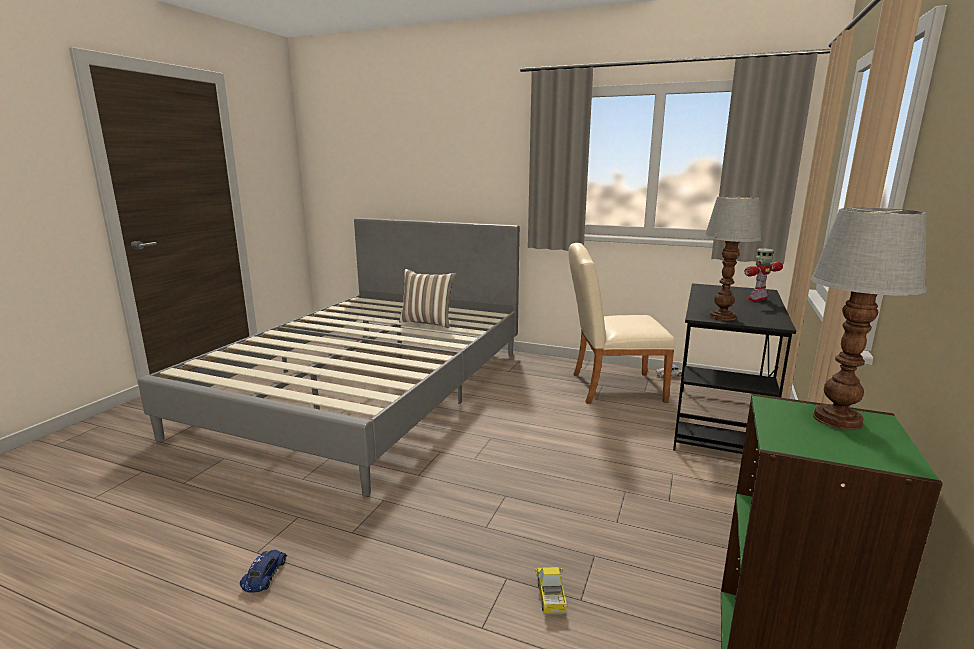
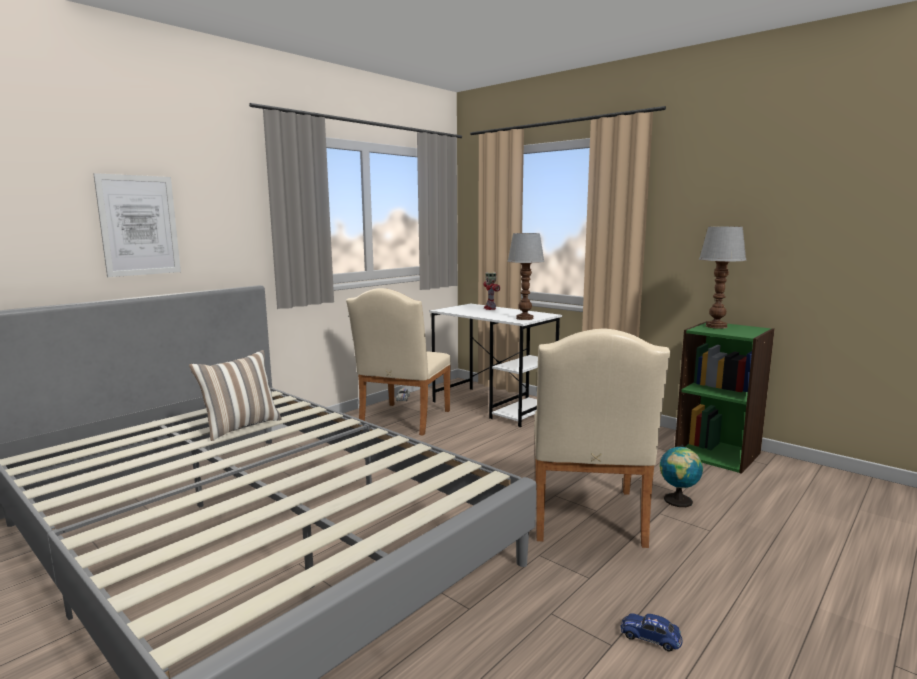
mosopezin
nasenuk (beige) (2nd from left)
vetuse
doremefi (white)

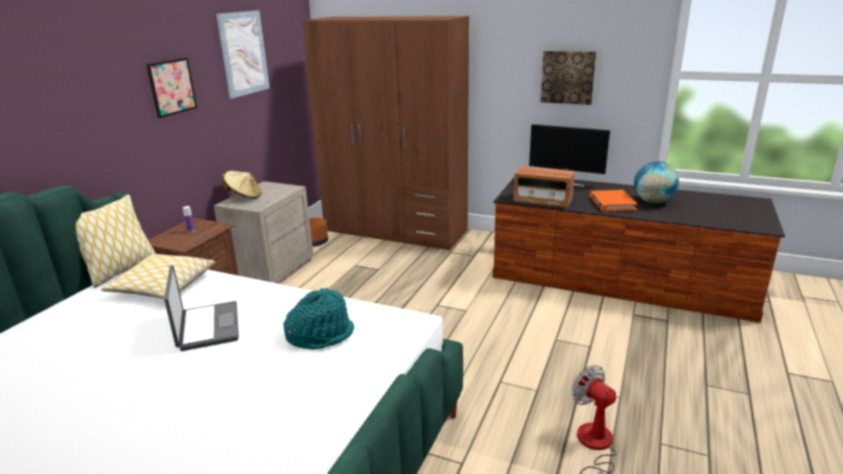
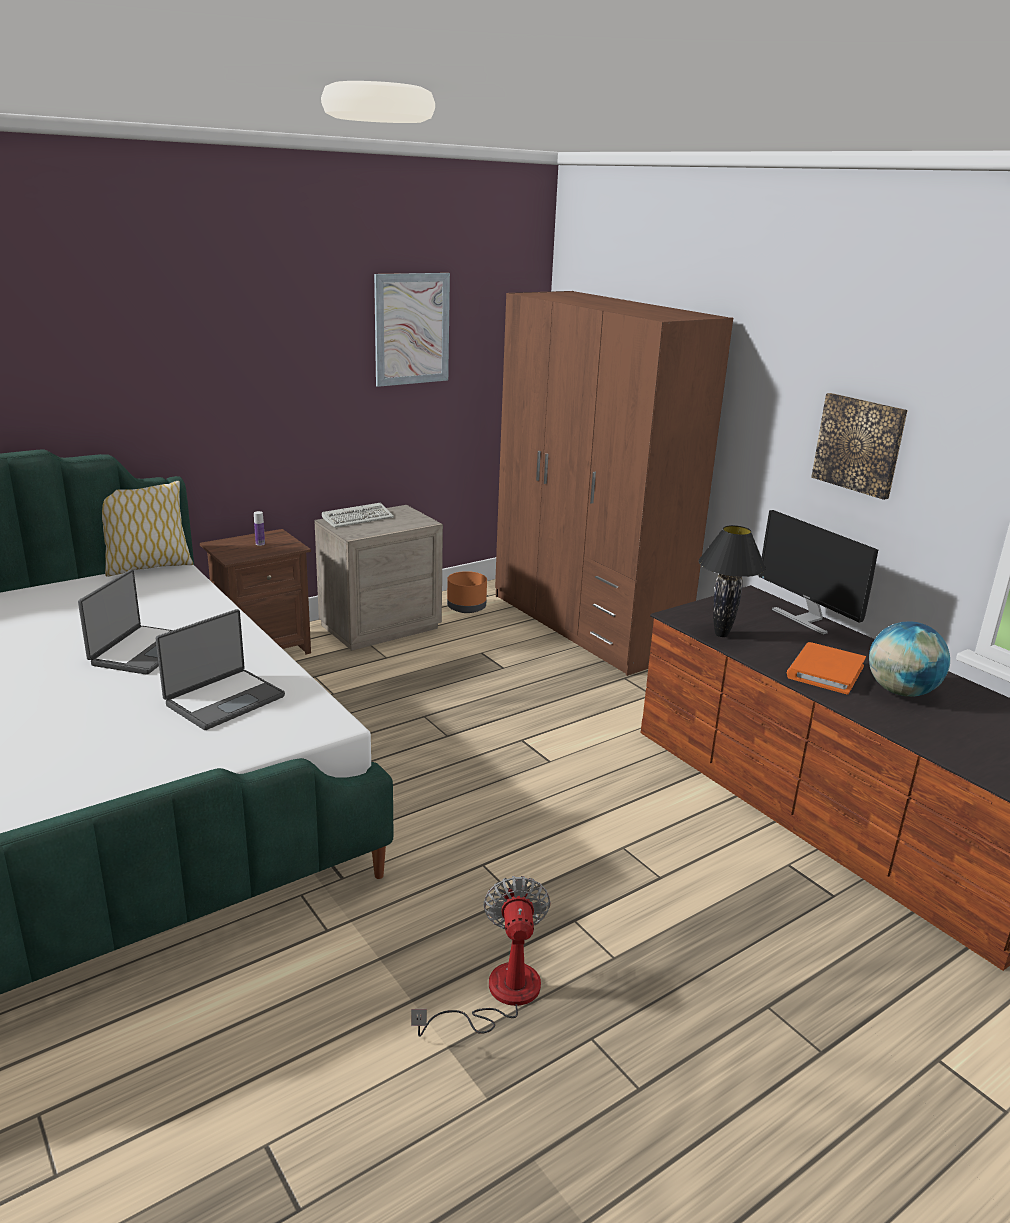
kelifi (2nd from left in the first image)
mosopezin (1st from left in the first image)
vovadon
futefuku (2nd from left)
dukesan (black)

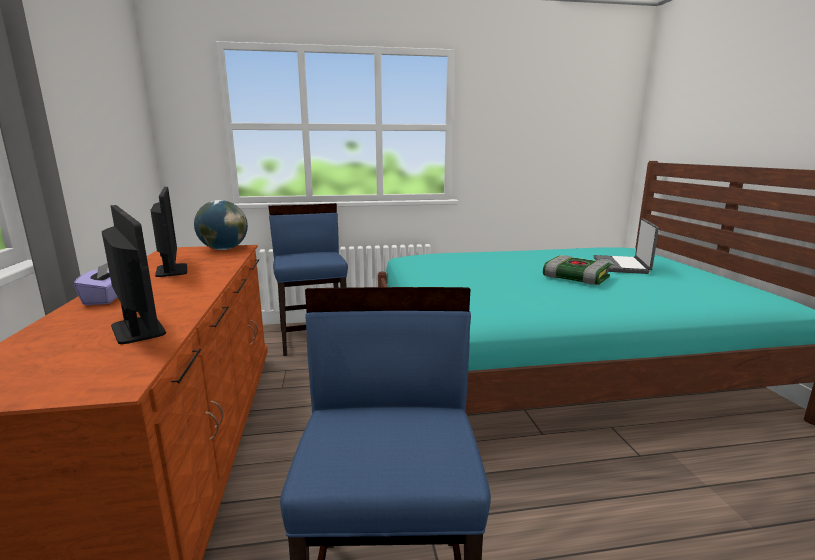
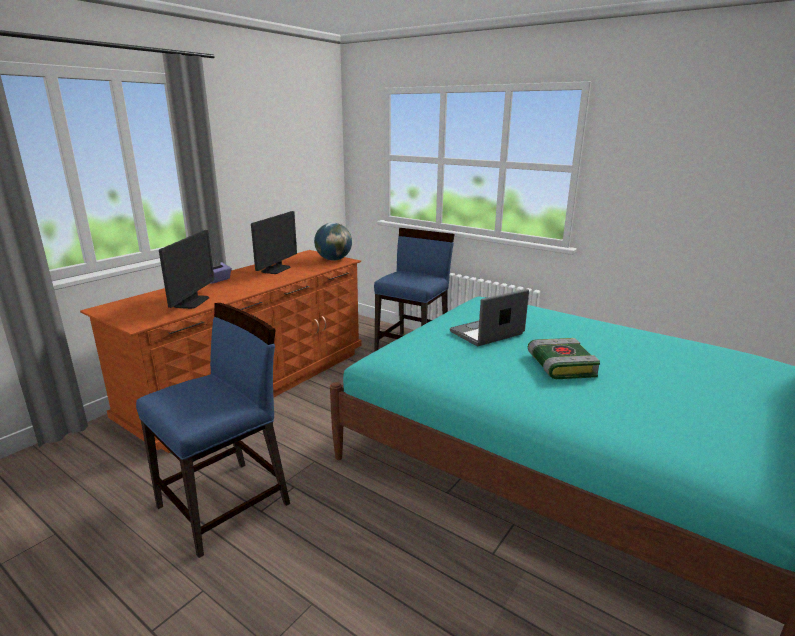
futefuku

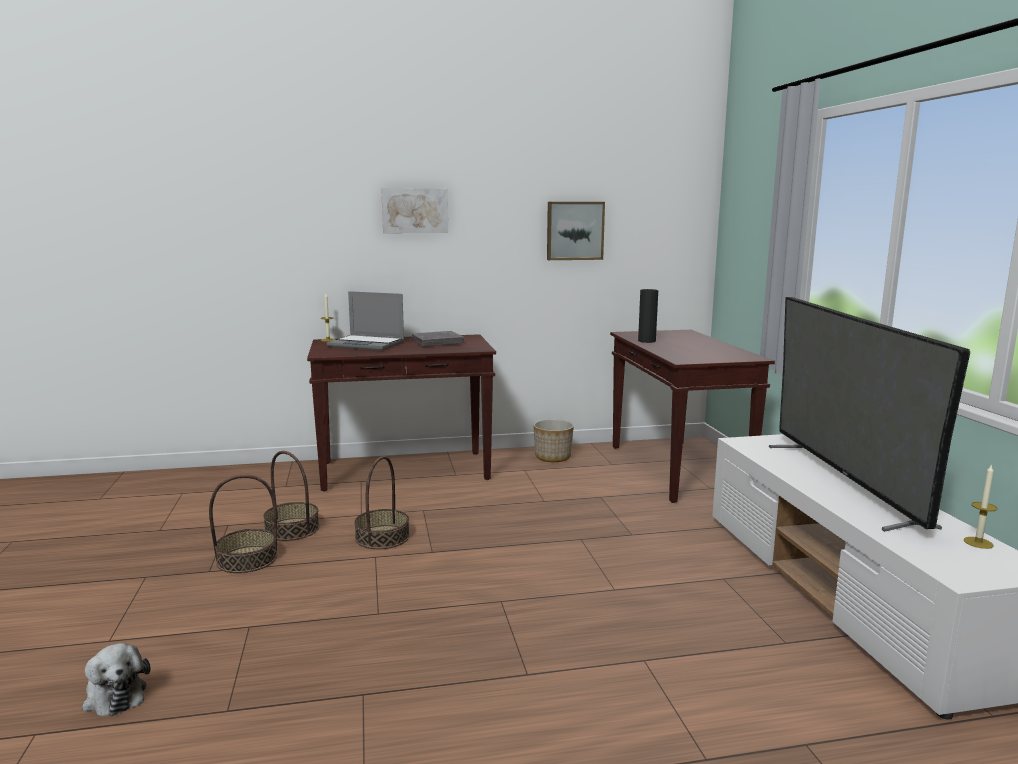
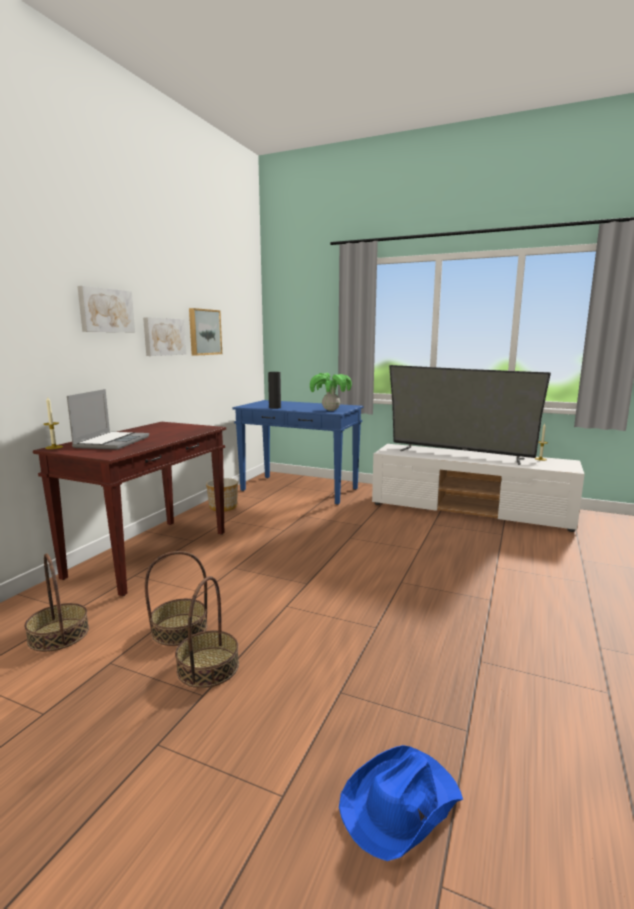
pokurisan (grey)
mosopezin (2nd from left)
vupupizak
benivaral (1st from left)
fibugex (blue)
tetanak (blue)
futefuku

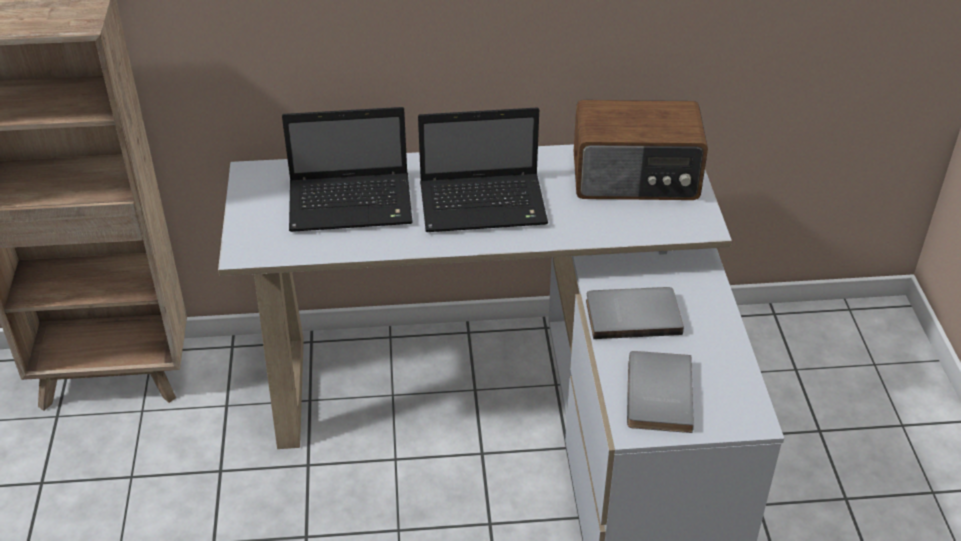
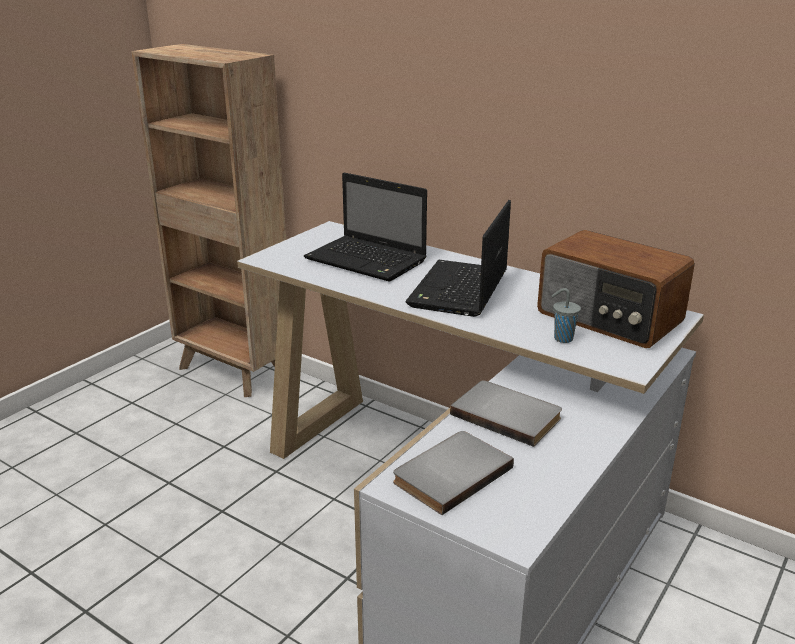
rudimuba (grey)
futefuku (2nd from left)

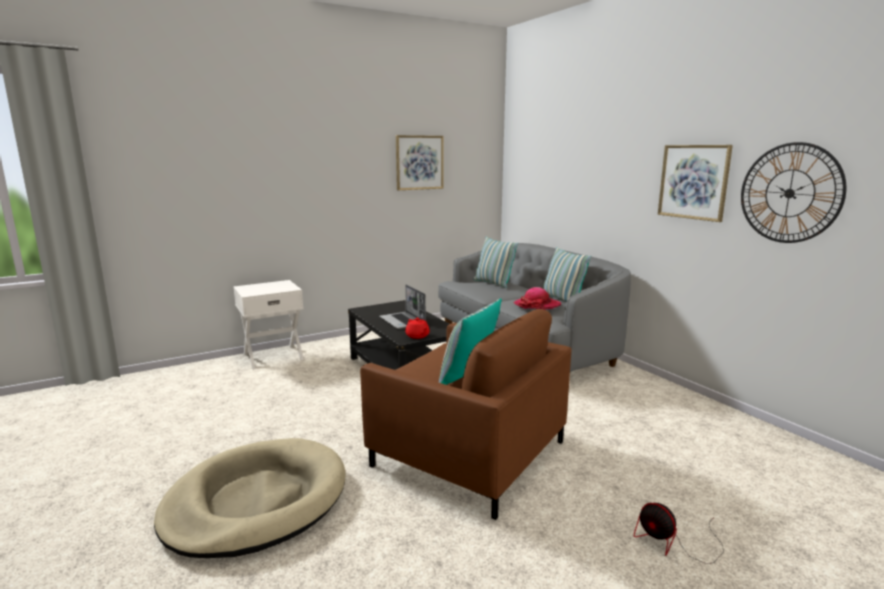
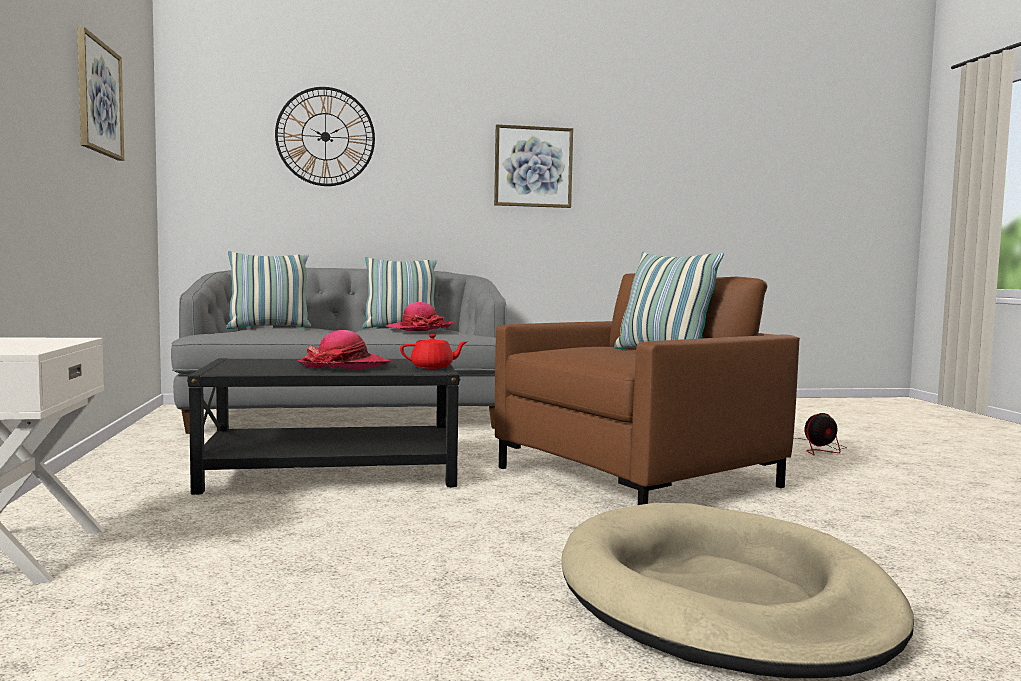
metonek
fibugex (1st from left)

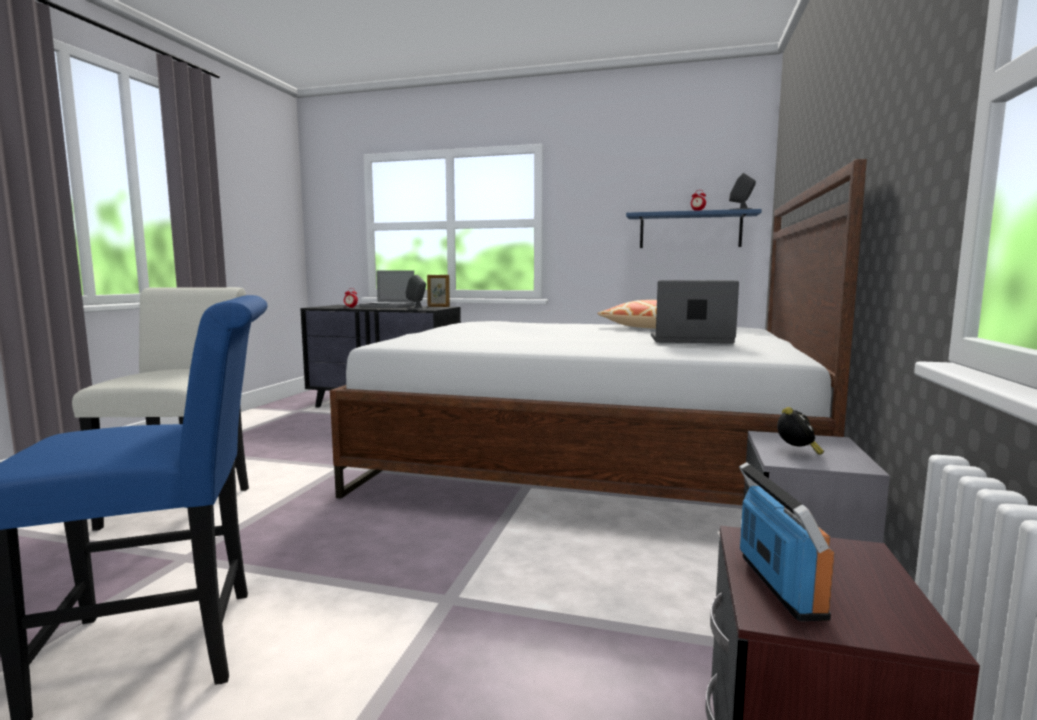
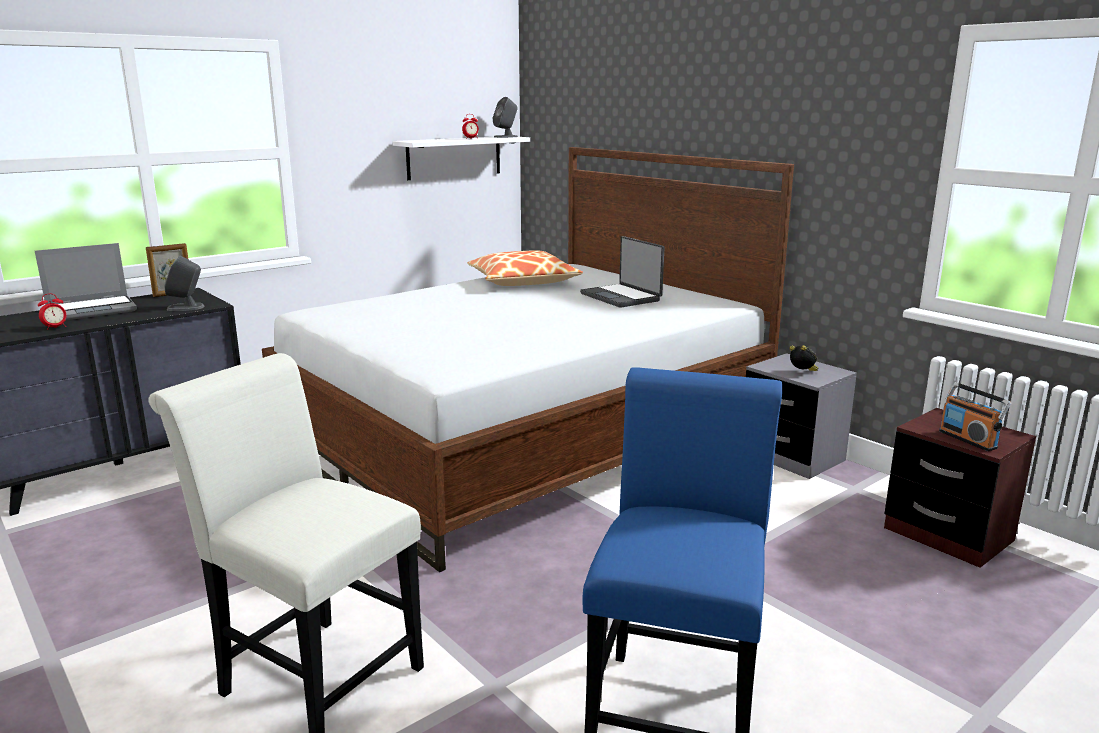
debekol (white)
futefuku (2nd from left)
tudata

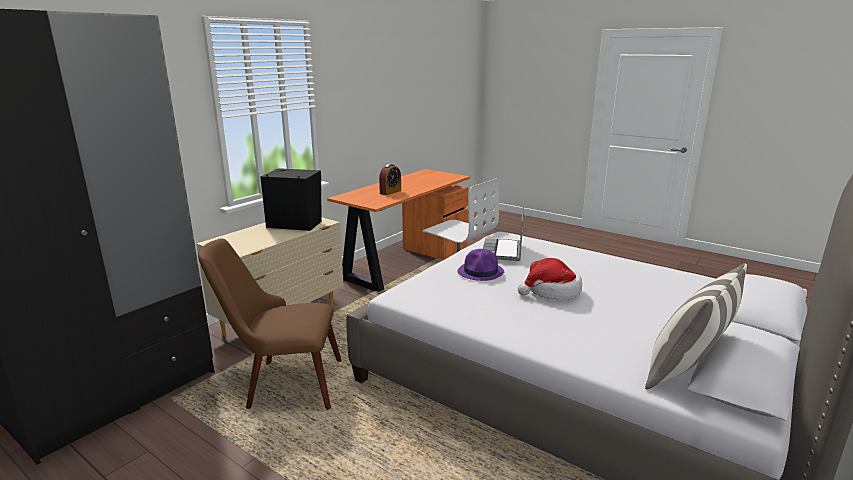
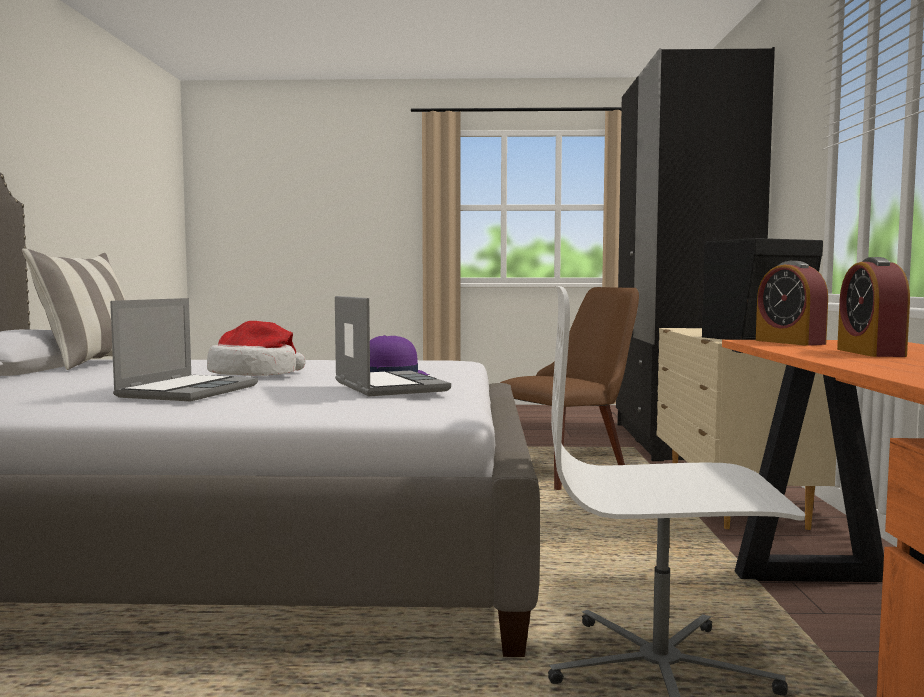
futefuku (1st from left)
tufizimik (1st from left)

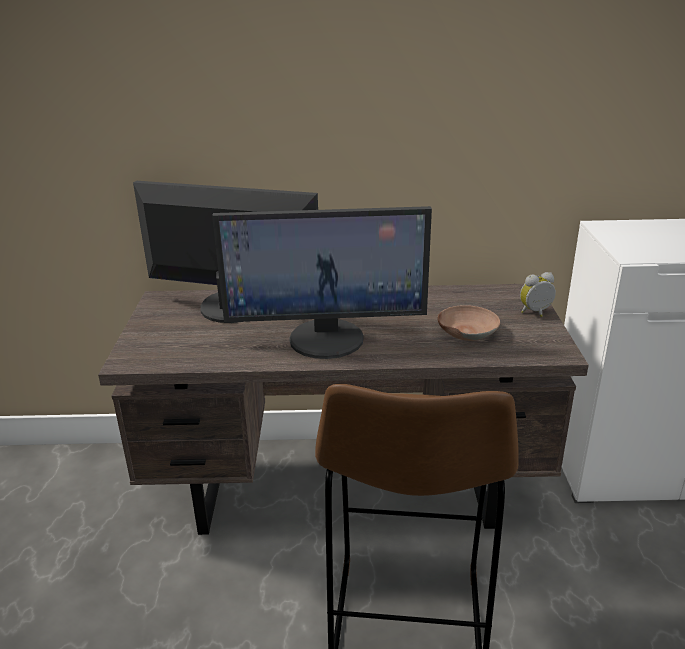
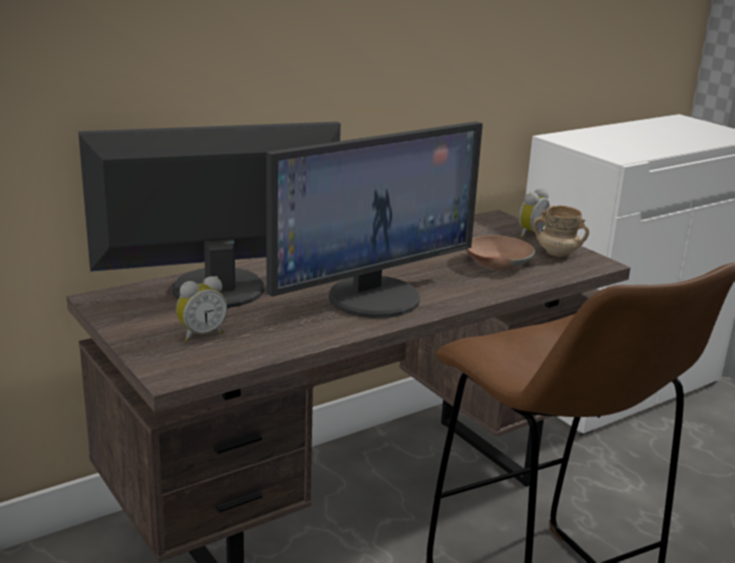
tufizimik (1st from left)
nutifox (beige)

